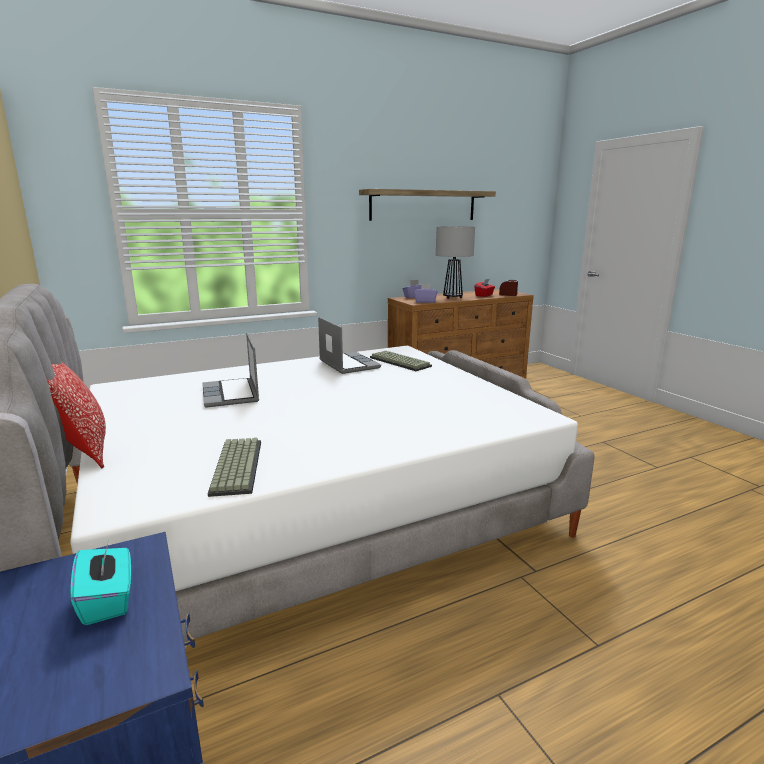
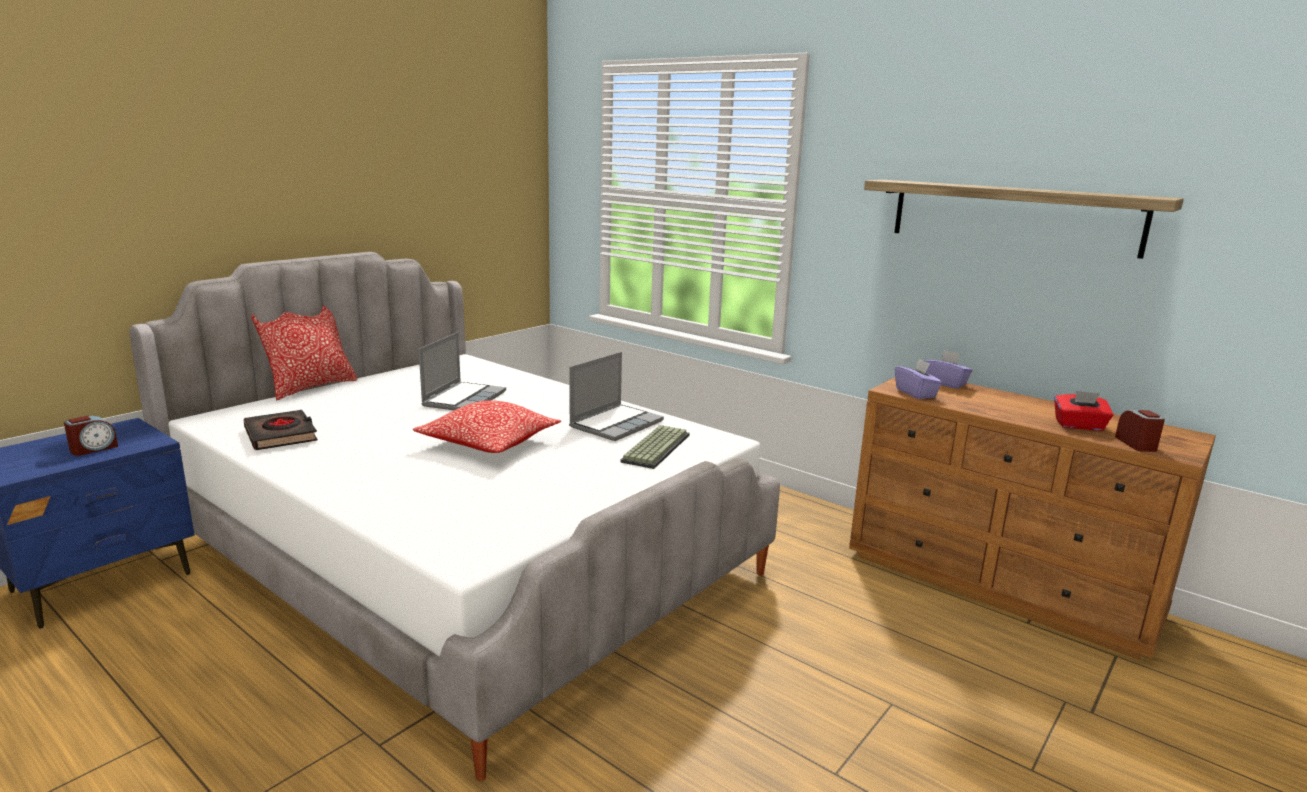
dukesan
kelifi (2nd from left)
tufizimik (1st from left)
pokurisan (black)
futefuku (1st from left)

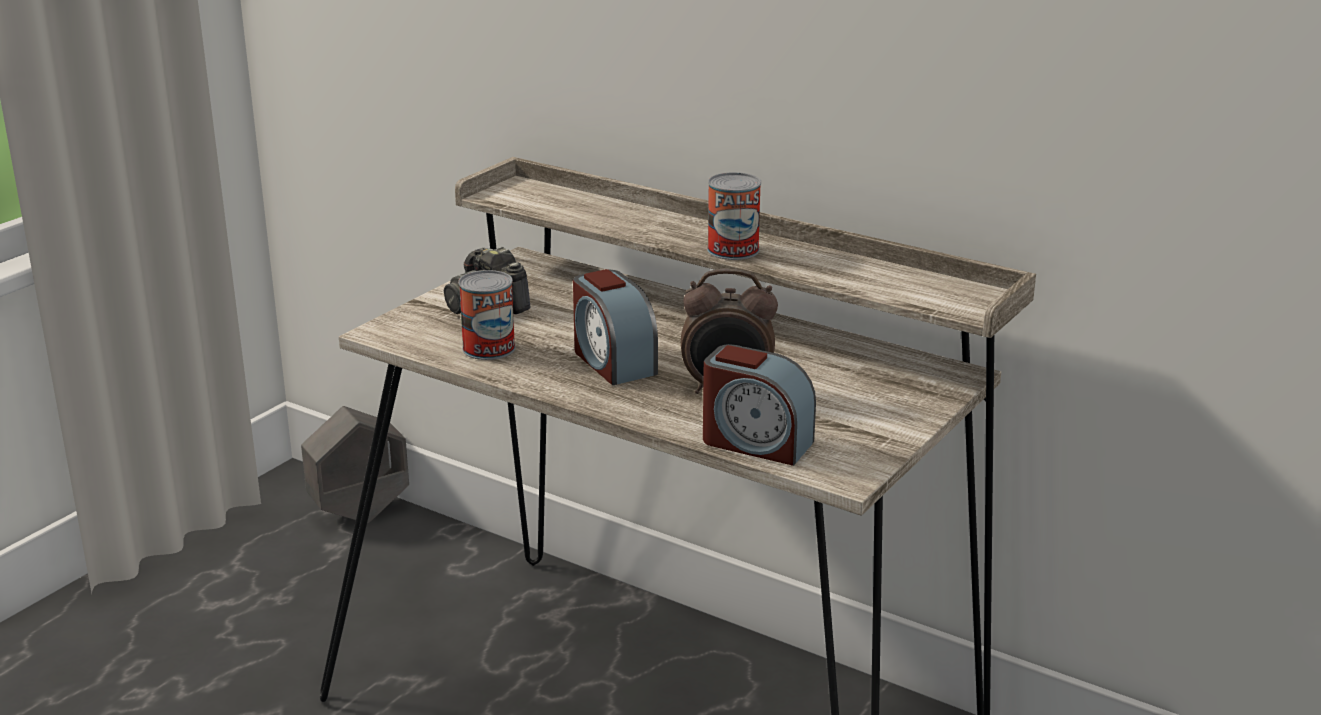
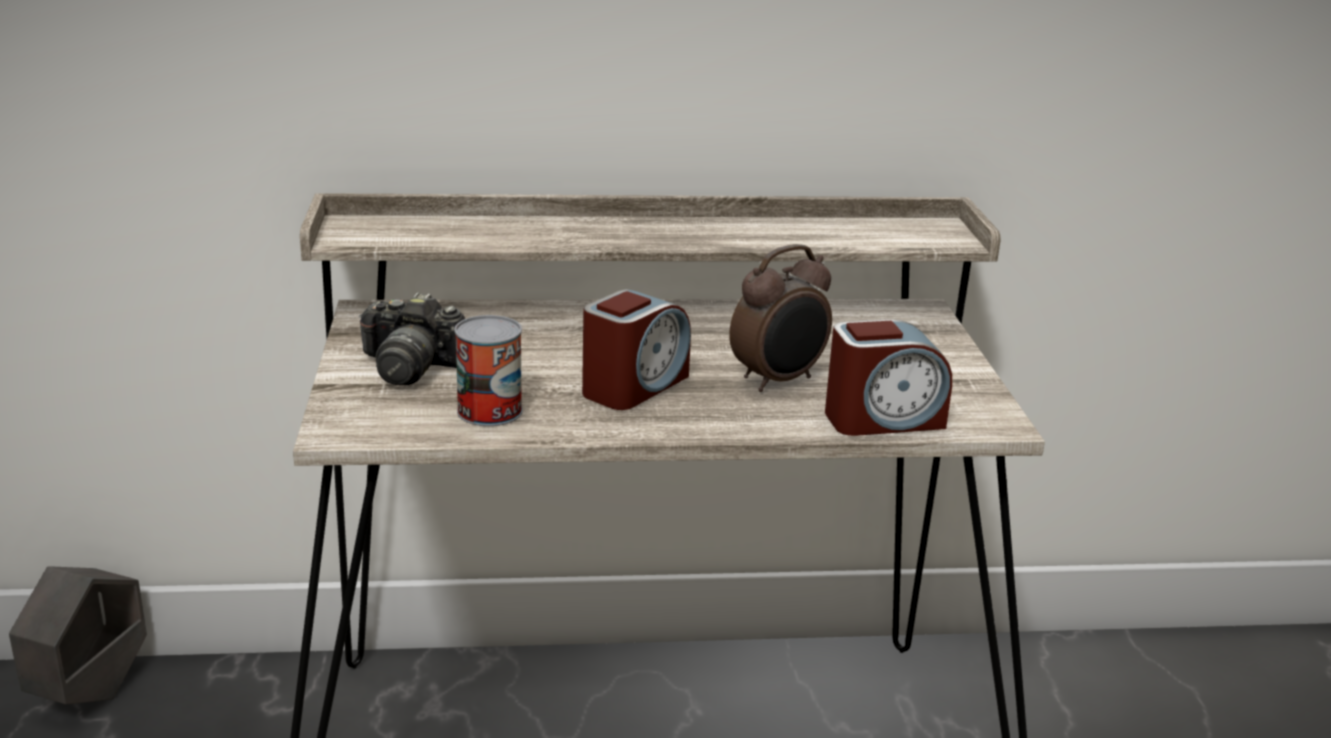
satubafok (2nd from left in the first image)
tufizimik (1st from left)

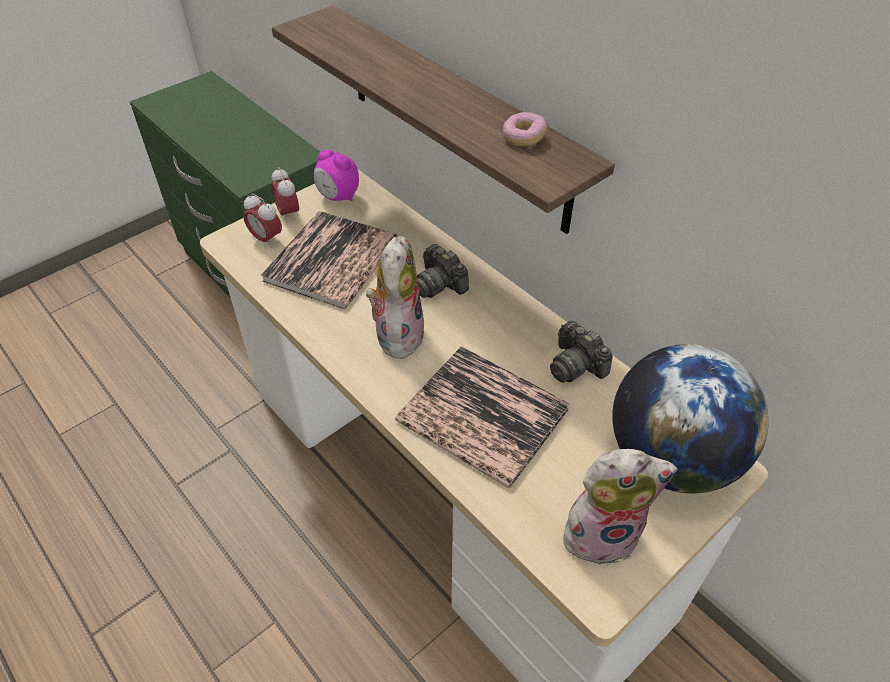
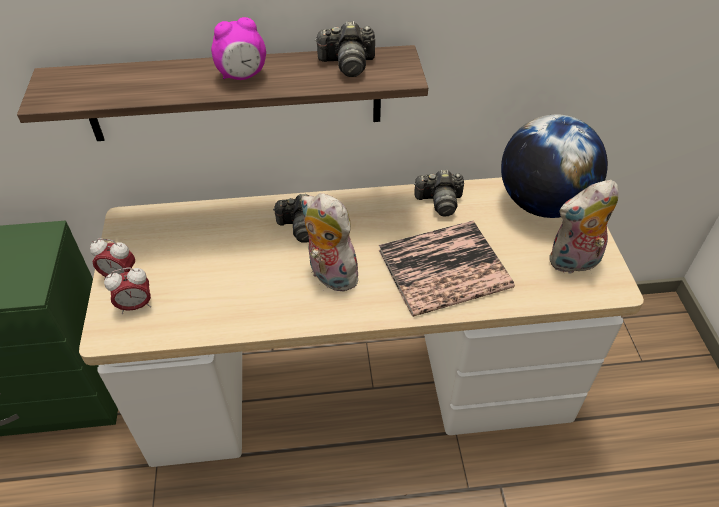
pokurisan (1st from left in the first image)
tufizimik (3rd from left)
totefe (2nd from left)
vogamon (2nd from left)

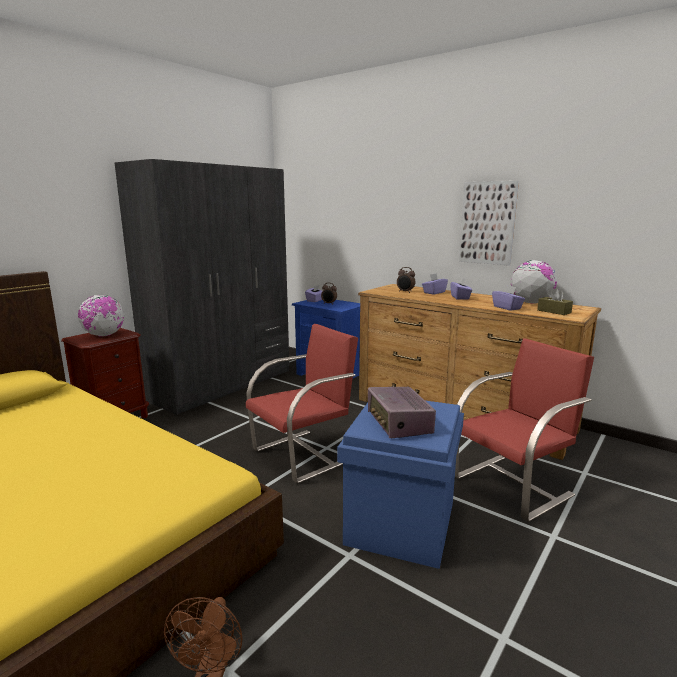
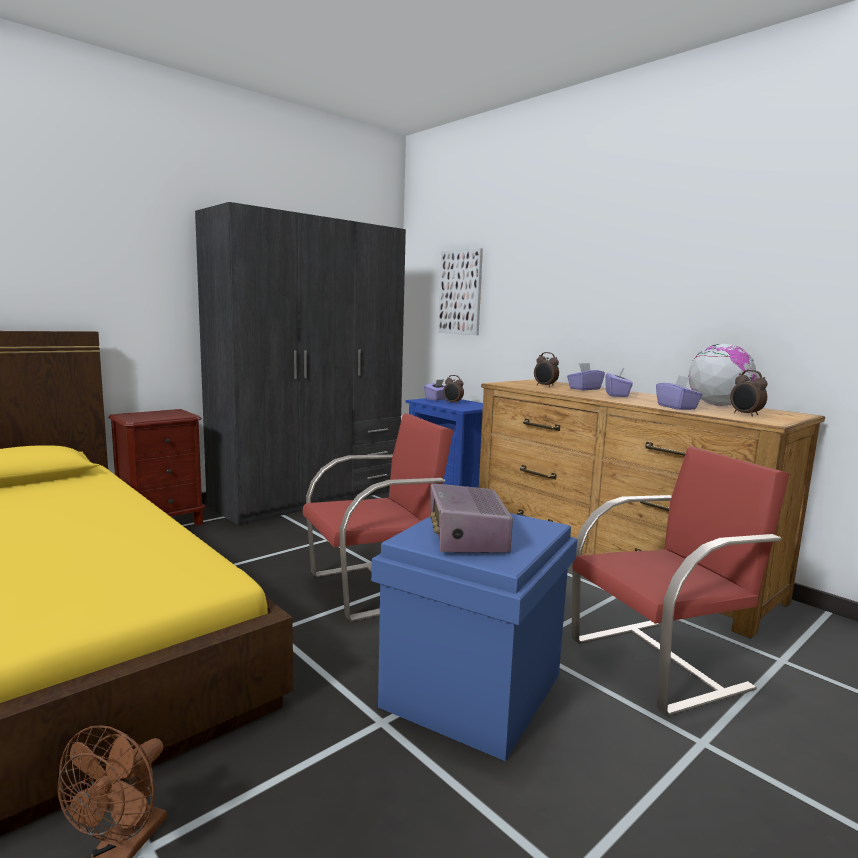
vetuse (1st from left in the first image)
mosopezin
tufizimik (3rd from left)

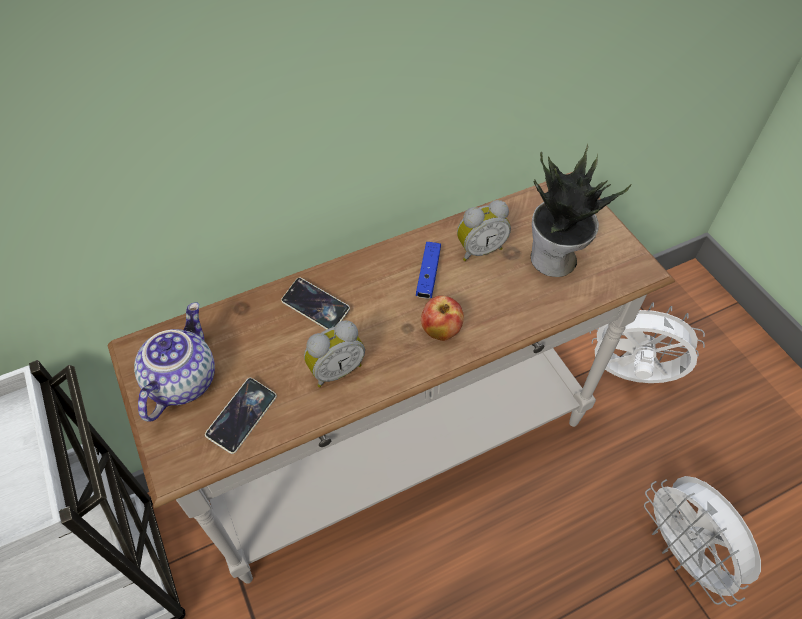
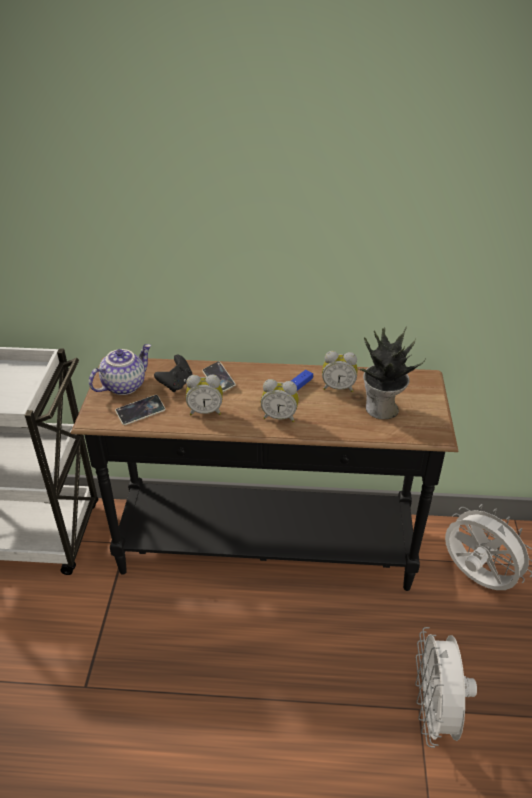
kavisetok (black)
tufizimik (2nd from left)
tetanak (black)

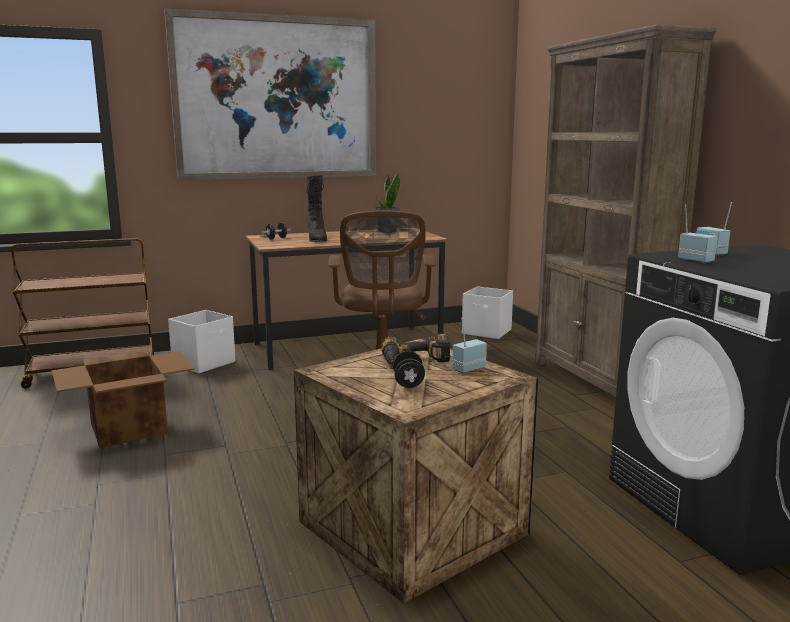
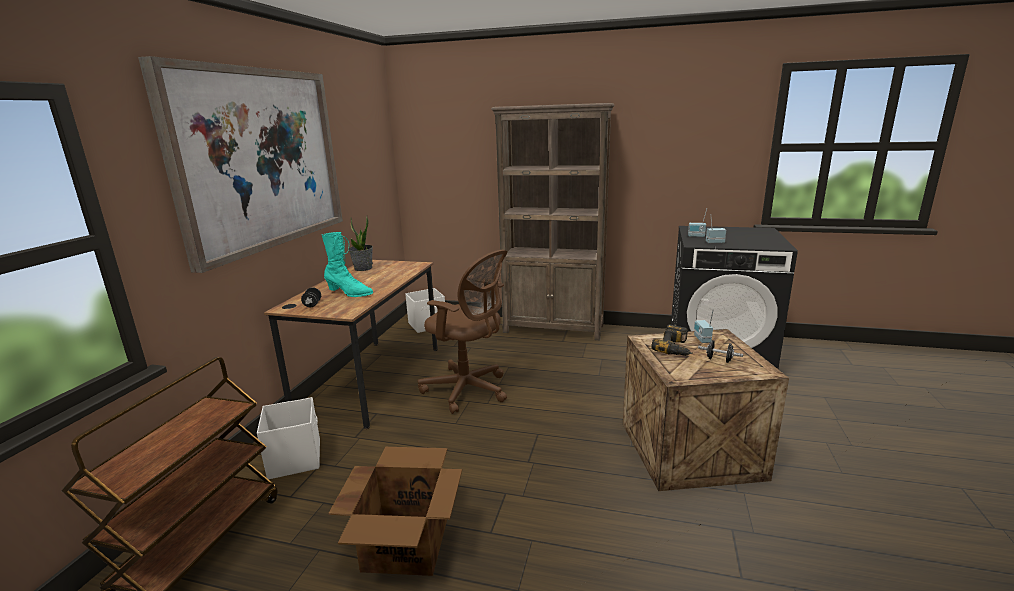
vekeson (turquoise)

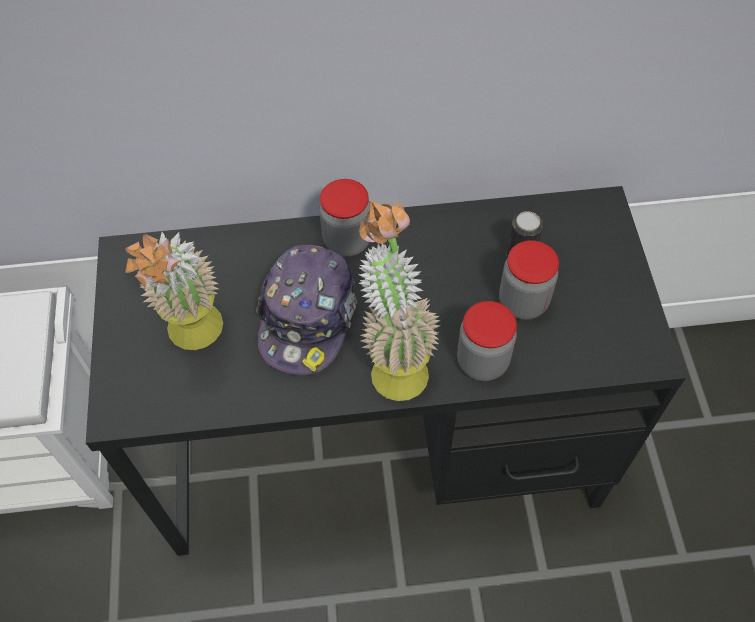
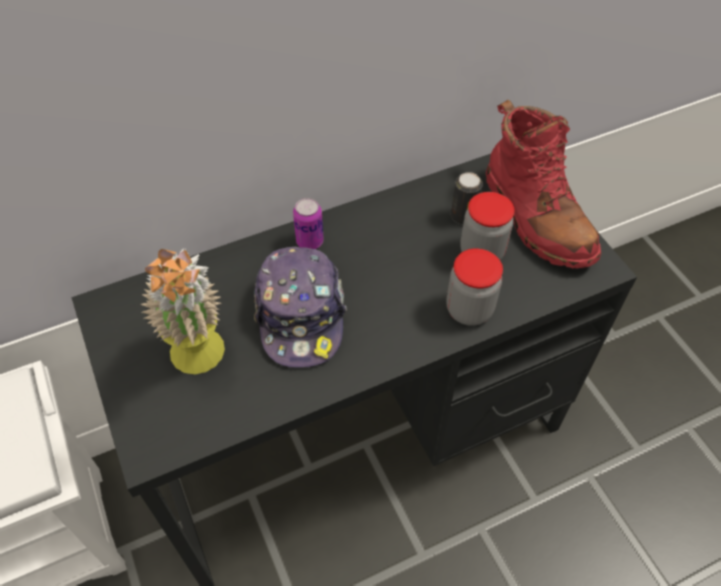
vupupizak (2nd from left in the first image)
vekeson (red)
satubafok (1st from left)

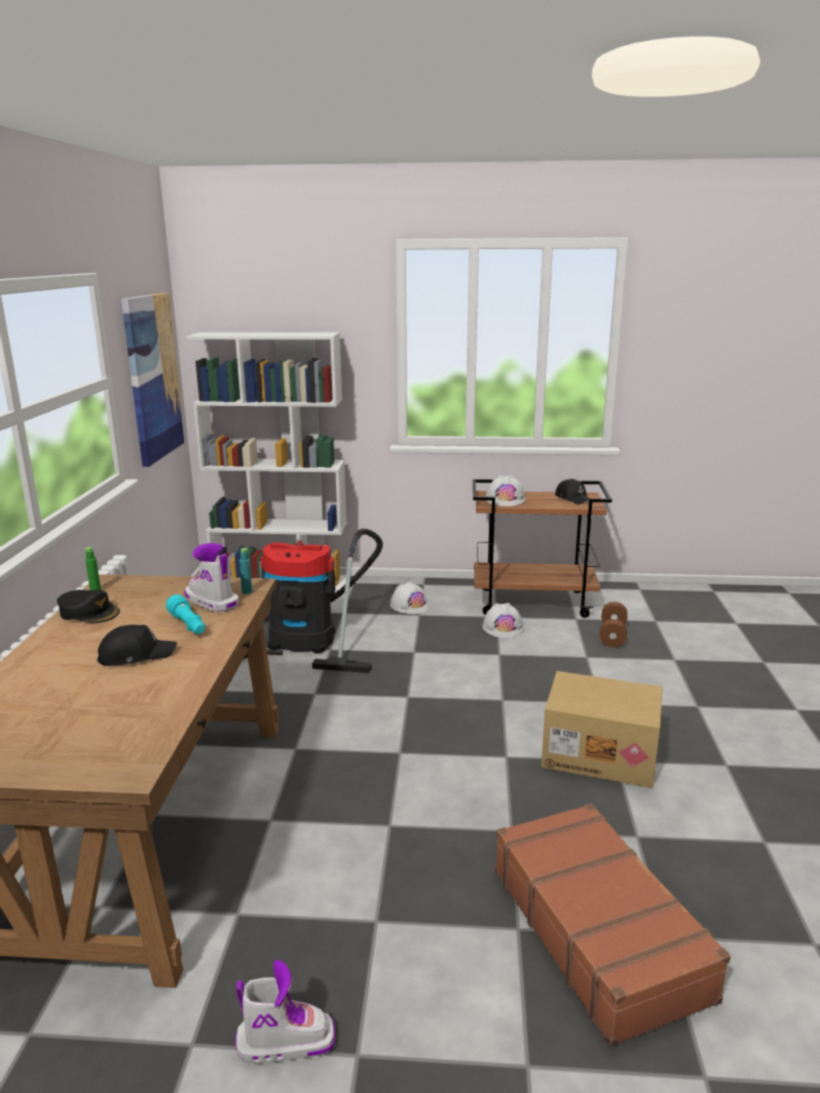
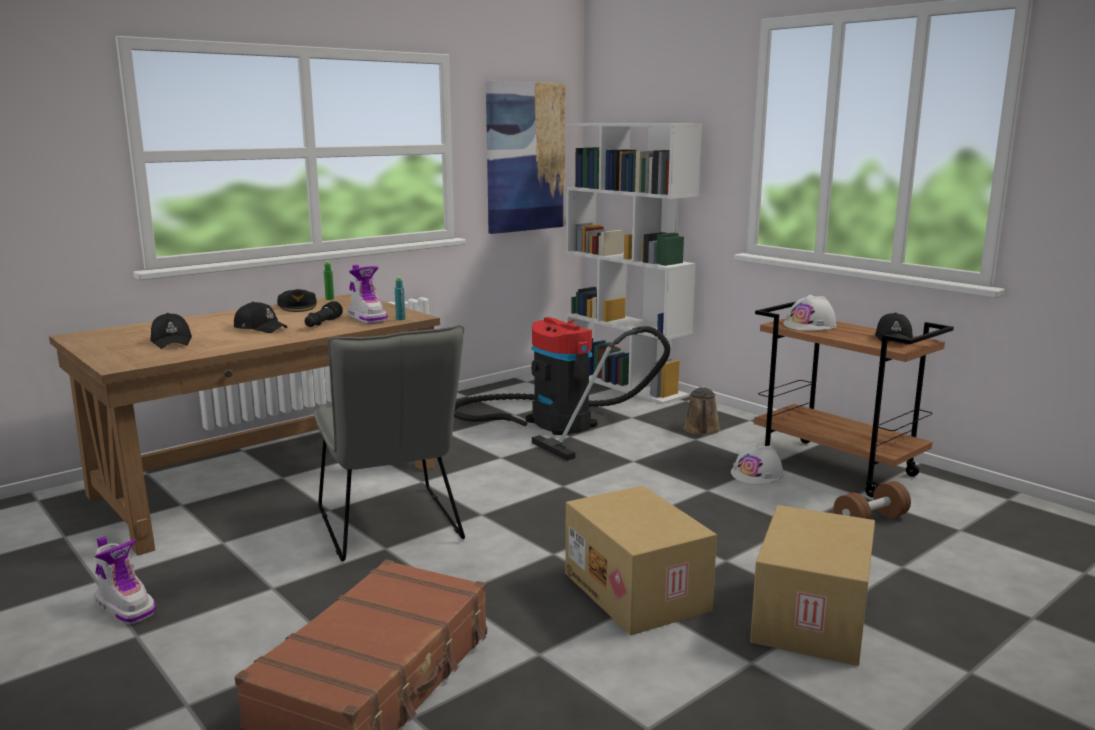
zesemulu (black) (1st from left)
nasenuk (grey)
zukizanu (2nd from left)
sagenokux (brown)
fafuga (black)
vekeson (2nd from left)

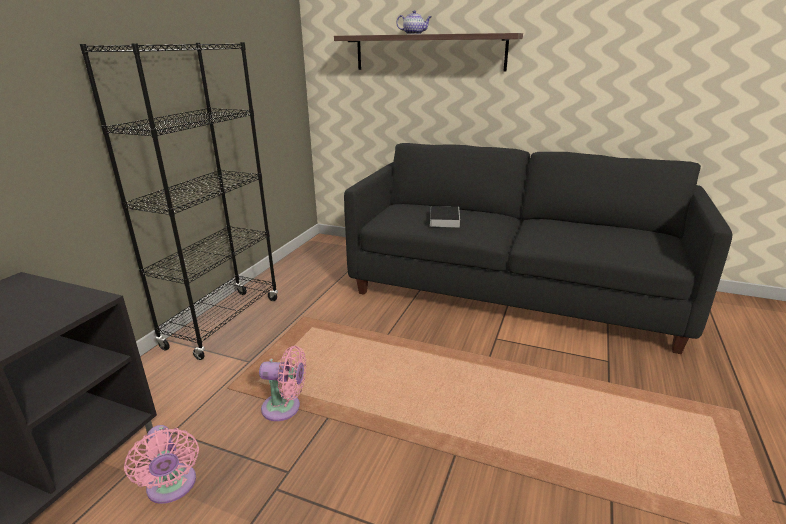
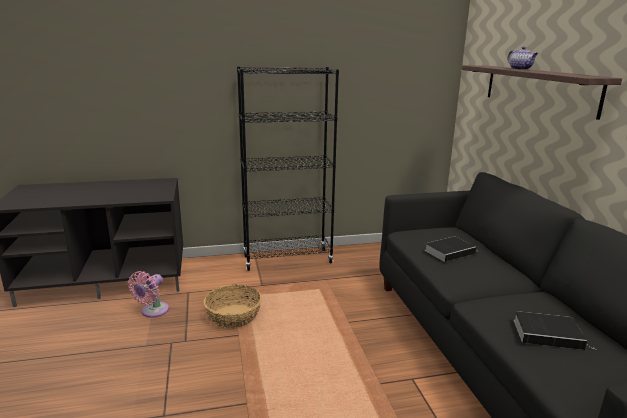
pokurisan (2nd from left)
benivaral

